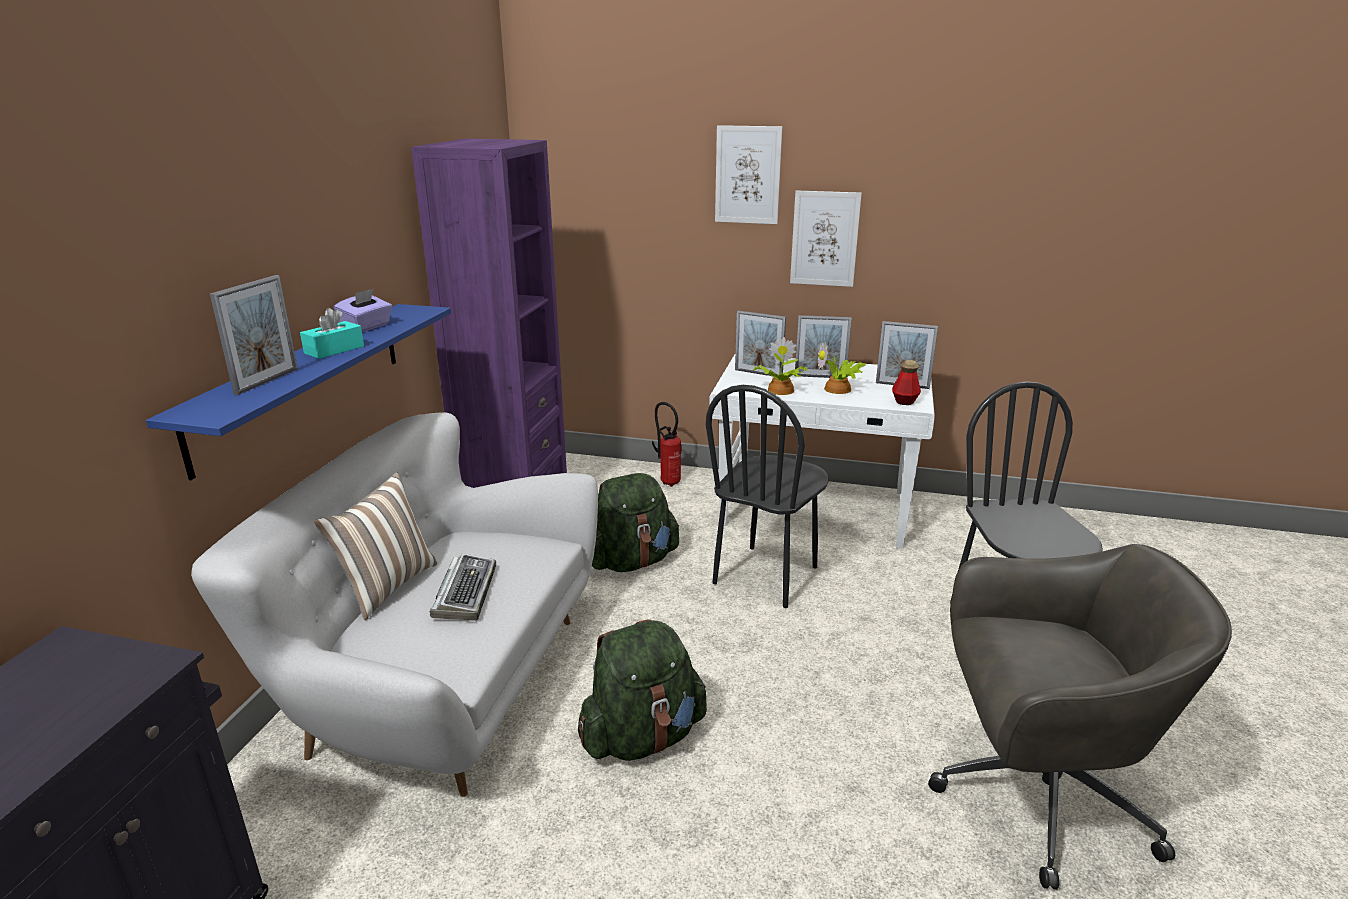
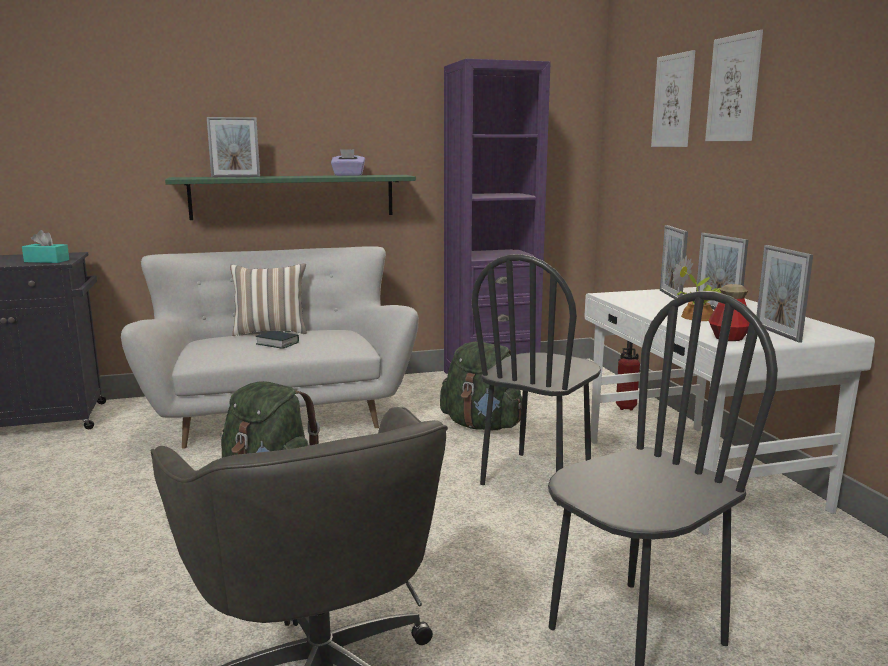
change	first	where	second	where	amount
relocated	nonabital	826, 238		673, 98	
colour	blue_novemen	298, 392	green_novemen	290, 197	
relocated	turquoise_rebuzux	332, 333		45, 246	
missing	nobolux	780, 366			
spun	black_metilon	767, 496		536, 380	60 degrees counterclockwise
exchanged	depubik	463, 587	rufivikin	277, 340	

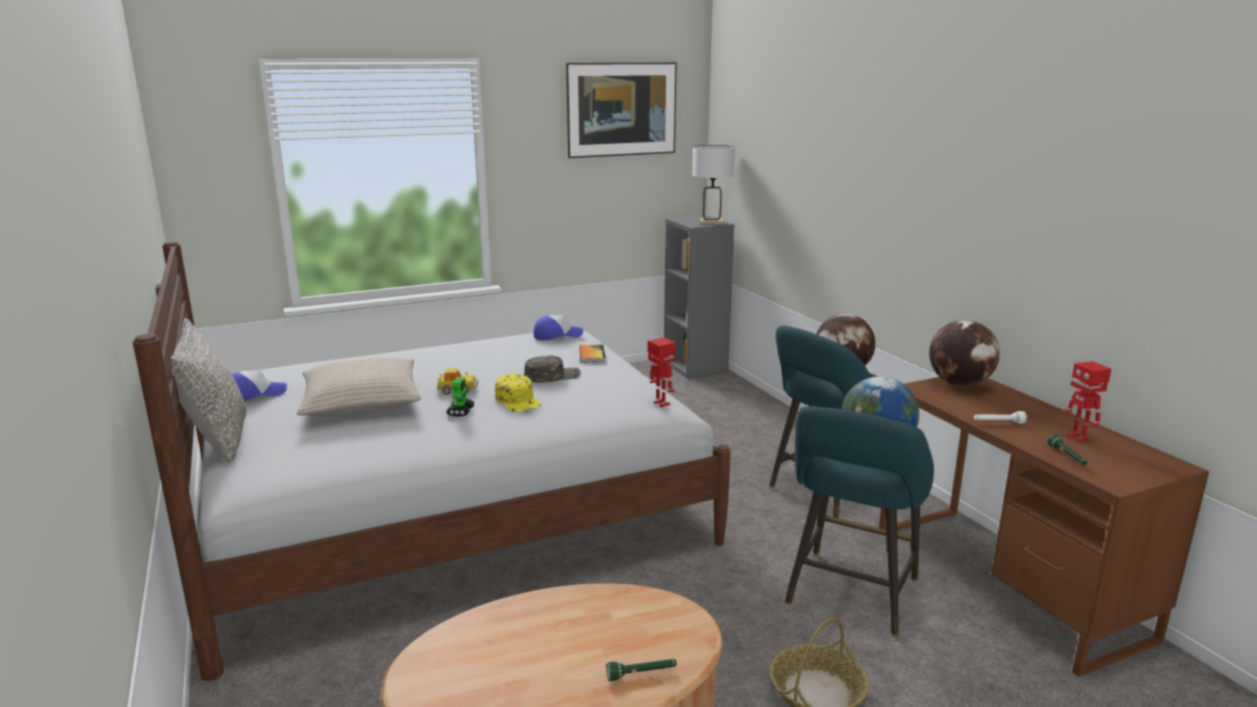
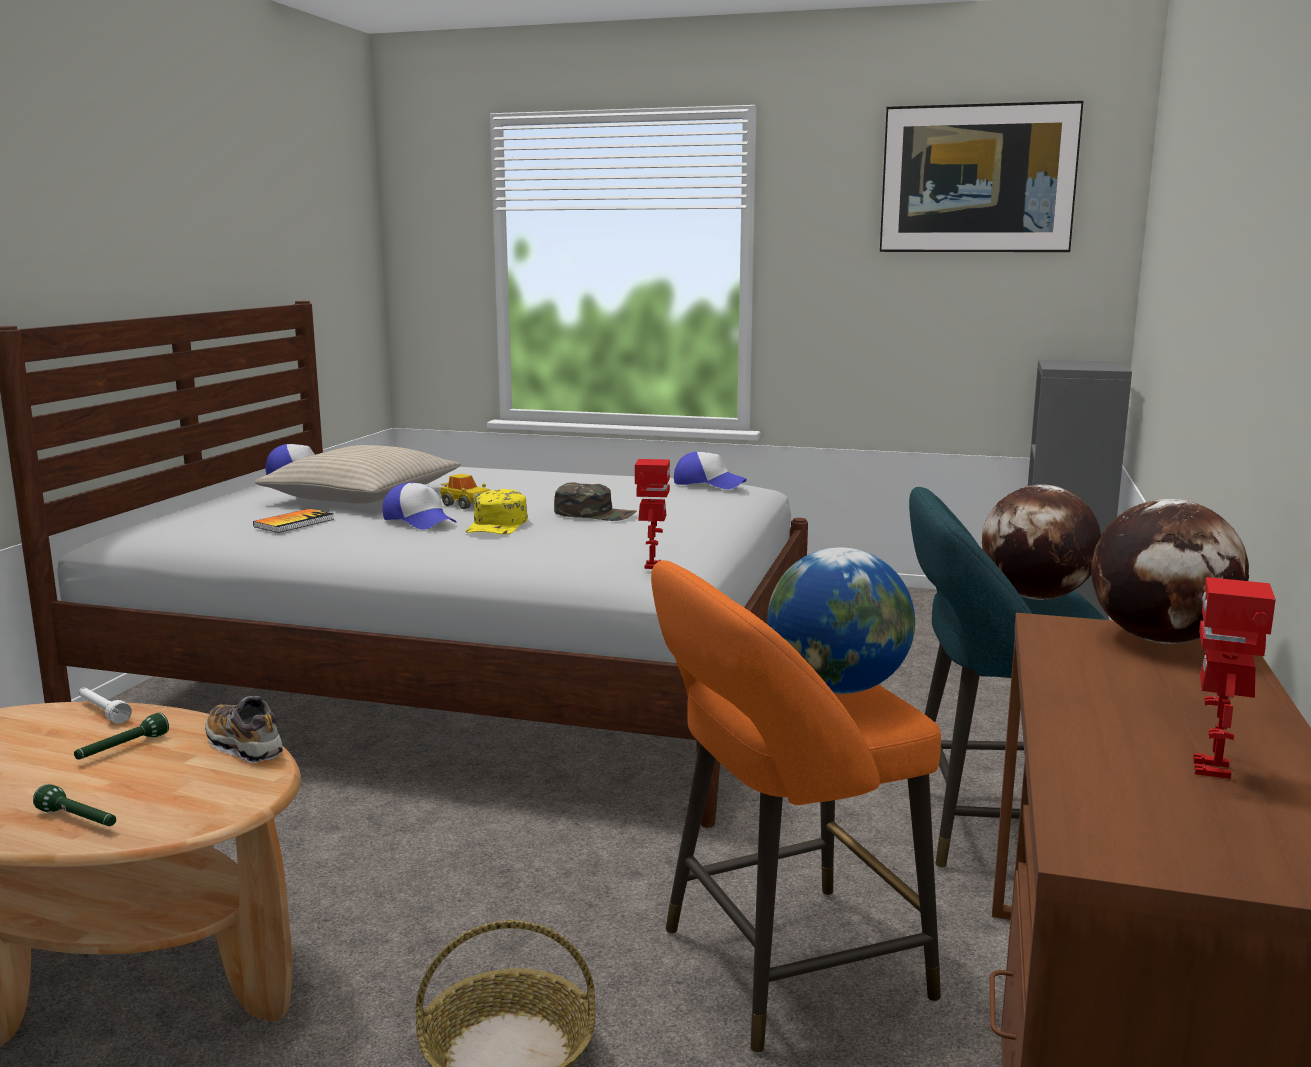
change	first	where	second	where	amount
missing	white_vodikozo	713, 184			
missing	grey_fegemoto	208, 390			
relocated	rufivikin	592, 353		293, 521	
exchanged	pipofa	460, 397	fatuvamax	419, 506	
colour	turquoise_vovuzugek	859, 520	orange_vovuzugek	796, 806	
relocated	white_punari	1000, 417		105, 706	
relocated	green_punari	1067, 449		121, 736	
appeared			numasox	244, 729	

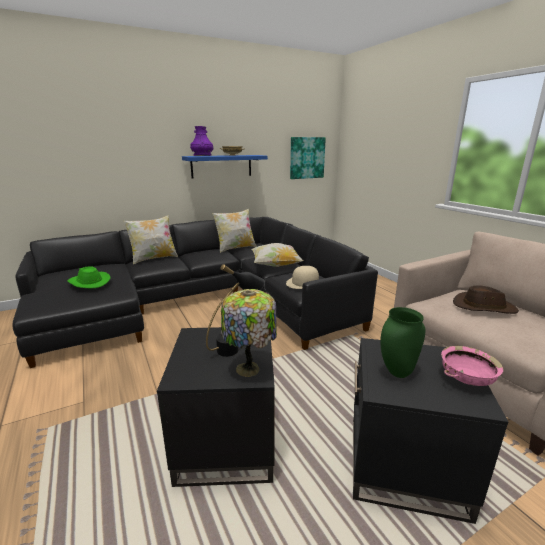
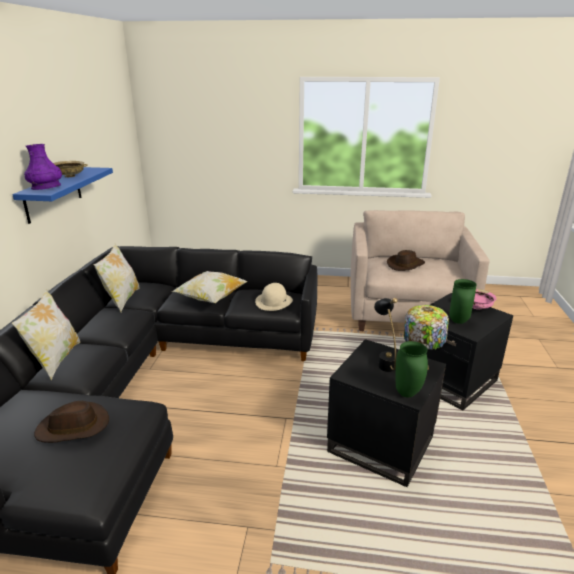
change	first	where	second	where	amount
missing	nonabital	308, 158			
colour	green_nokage	89, 277	brown_nokage	71, 422	
appeared			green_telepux	412, 369	

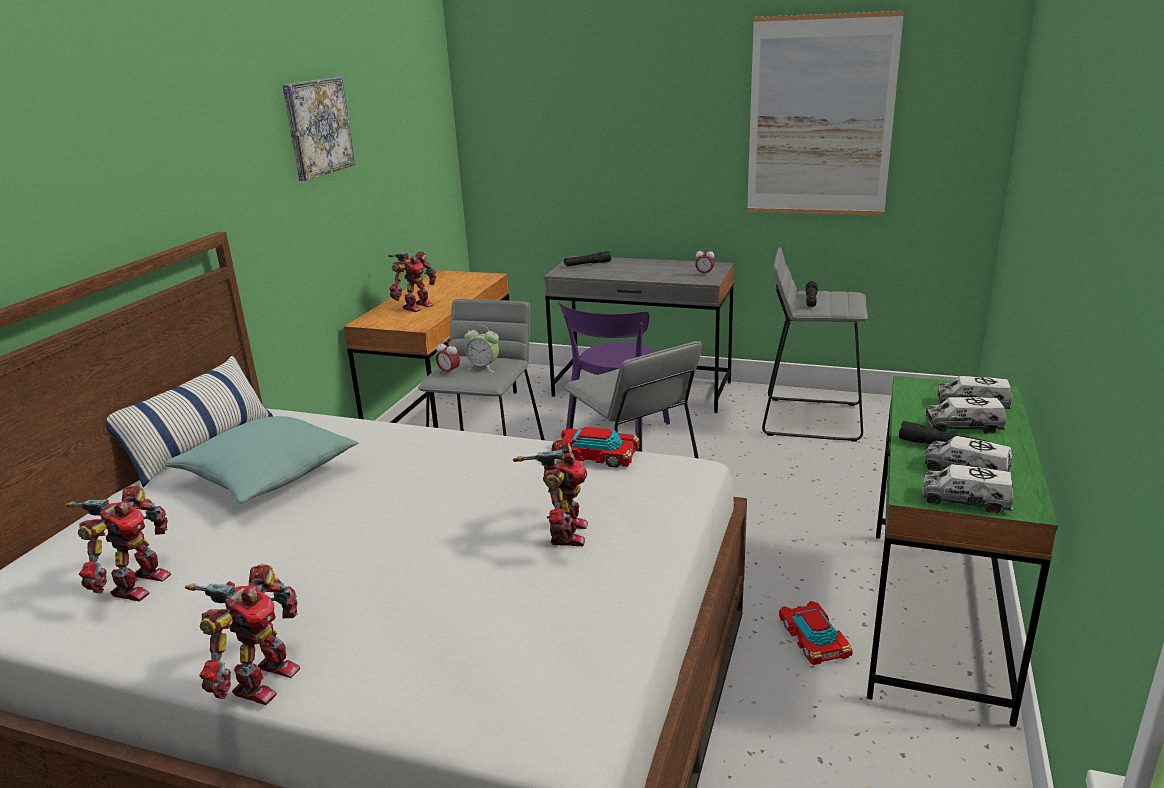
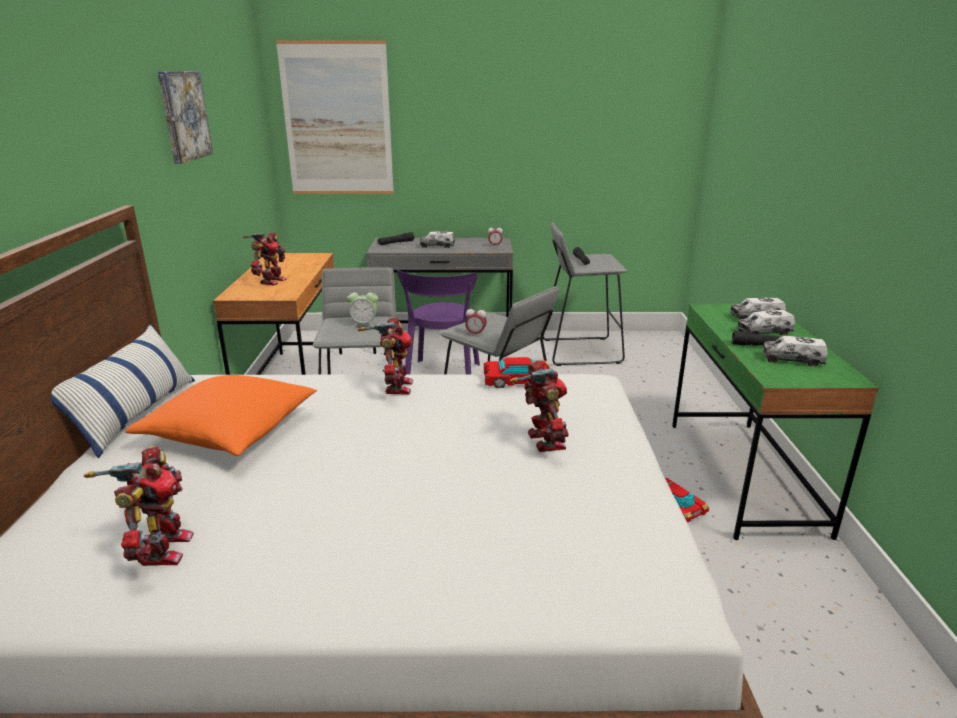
change	first	where	second	where	amount
relocated	nonabital	825, 113		335, 117	
relocated	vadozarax	448, 357		476, 321	
colour	turquoise_fegemoto	262, 459	orange_fegemoto	221, 415	
relocated	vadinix	968, 488		437, 240	
relocated	pipofa	242, 634		385, 356	

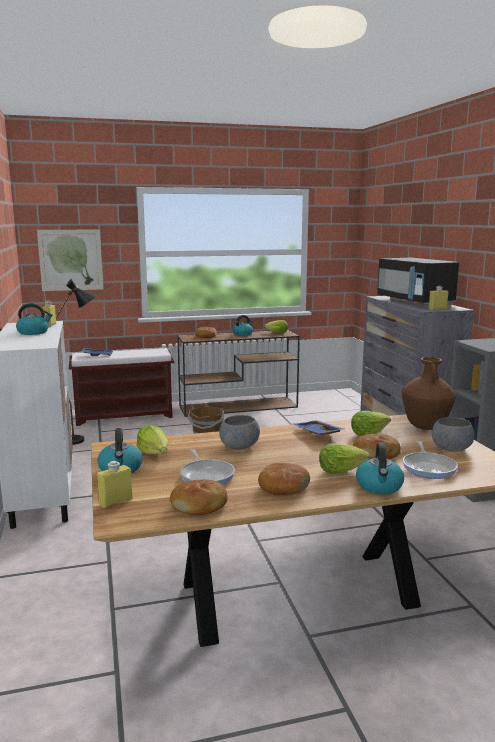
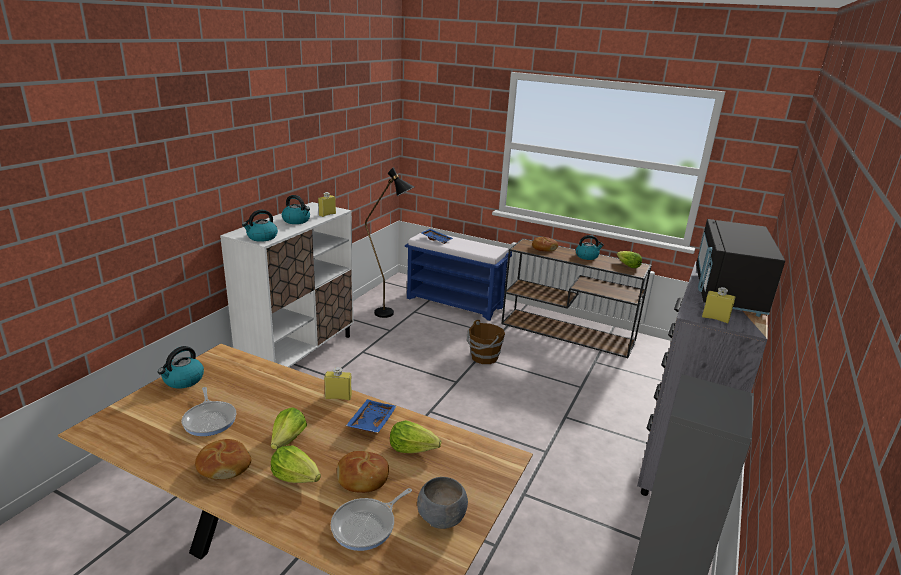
change	first	where	second	where	amount
missing	nonabital	70, 260			
colour	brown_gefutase	122, 387	blue_gefutase	458, 277	
missing	brown_telepux	428, 393			
missing	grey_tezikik	239, 432			
relocated	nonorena	153, 440		289, 428	
relocated	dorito	380, 468		260, 226	
spun	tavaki	207, 467		209, 411	45 degrees counterclockwise
relocated	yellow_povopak	115, 484		338, 383	
missing	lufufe	199, 497			

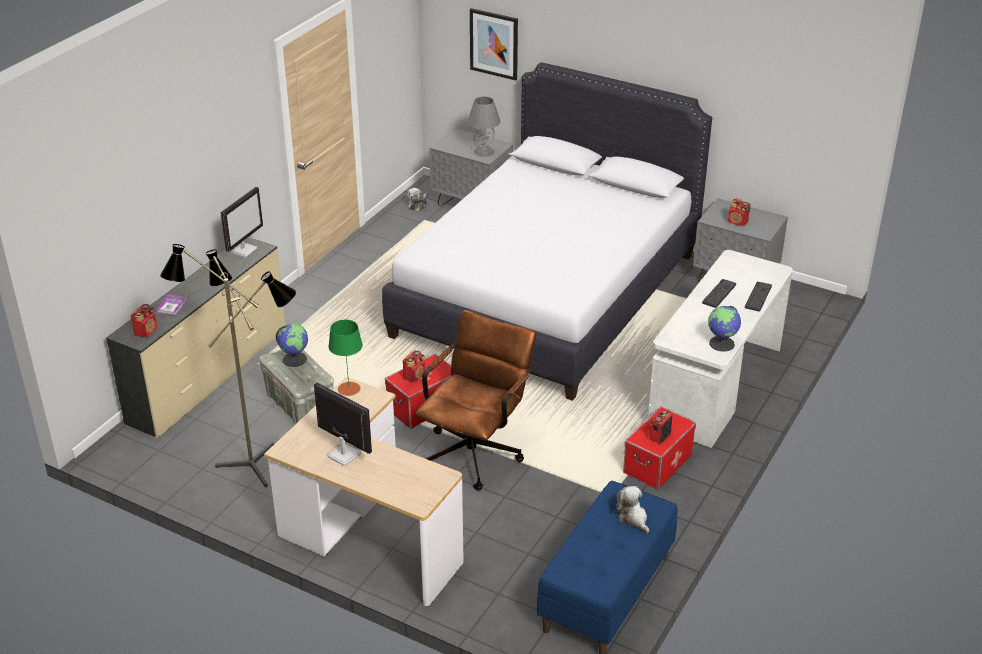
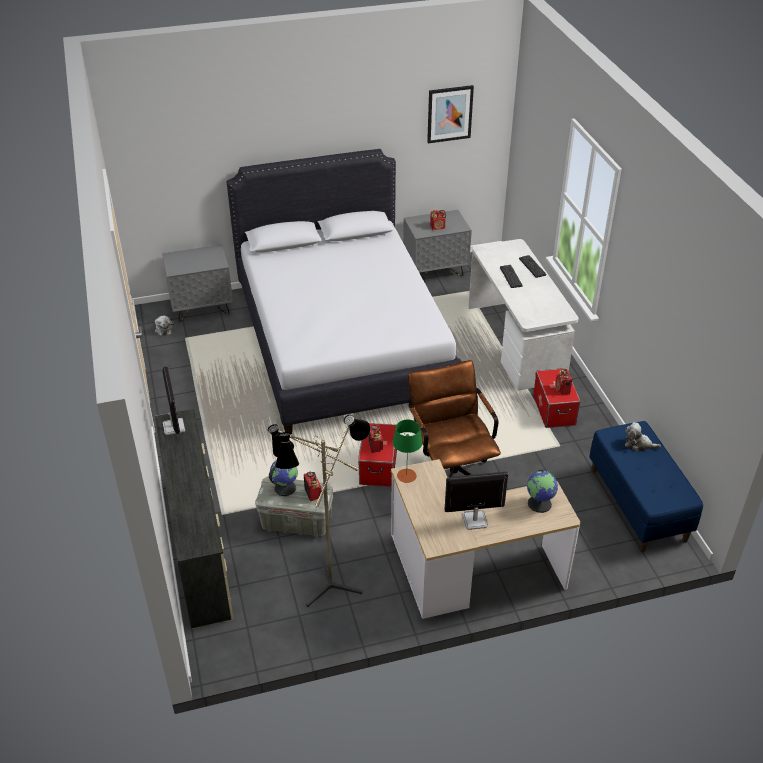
change	first	where	second	where	amount
relocated	nonabital	494, 44		450, 114	
missing	grey_vodikozo	483, 126			
missing	rufivikin	171, 305			
relocated	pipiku	144, 320		312, 486	
relocated	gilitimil	724, 329		542, 491	

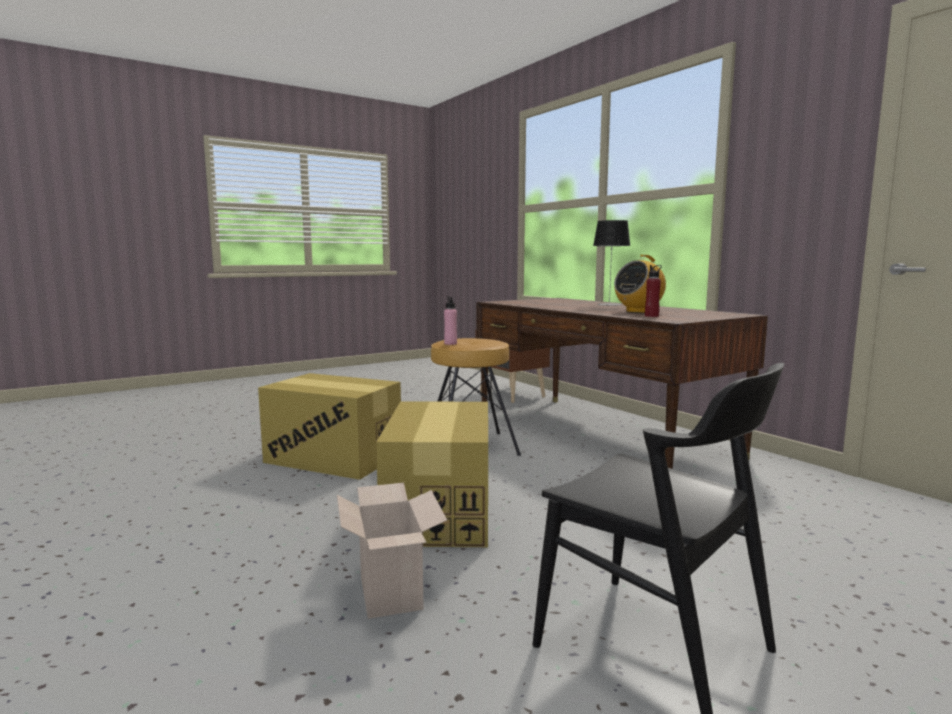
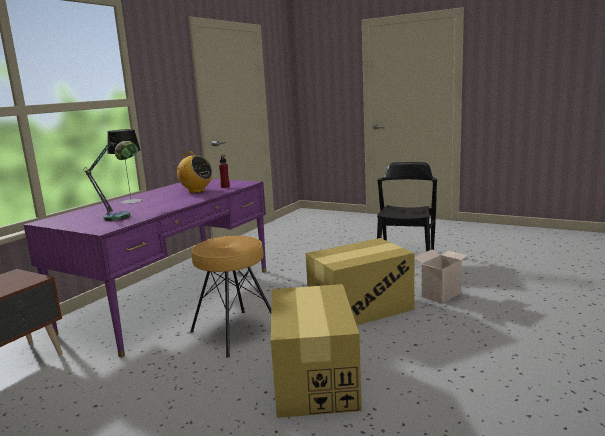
change	first	where	second	where	amount
missing	pink_povopak	450, 320			
colour	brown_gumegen	622, 383	purple_gumegen	145, 268	
appeared			vodikozo	111, 179	

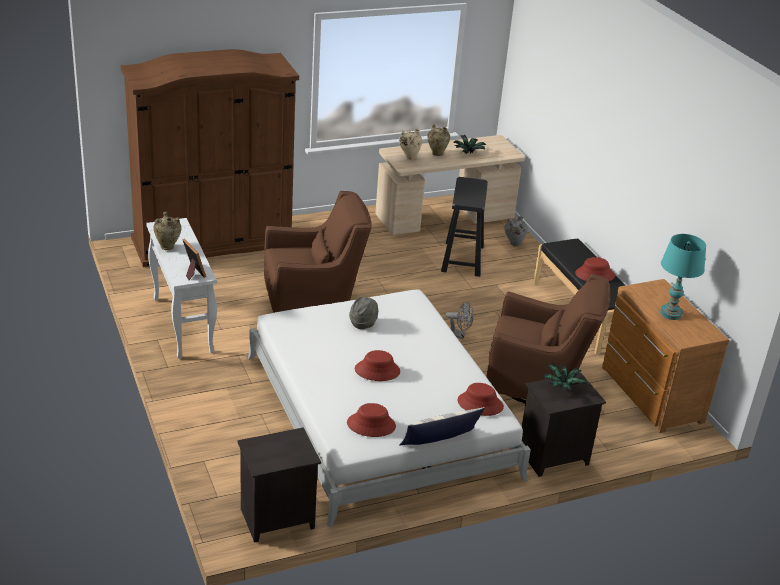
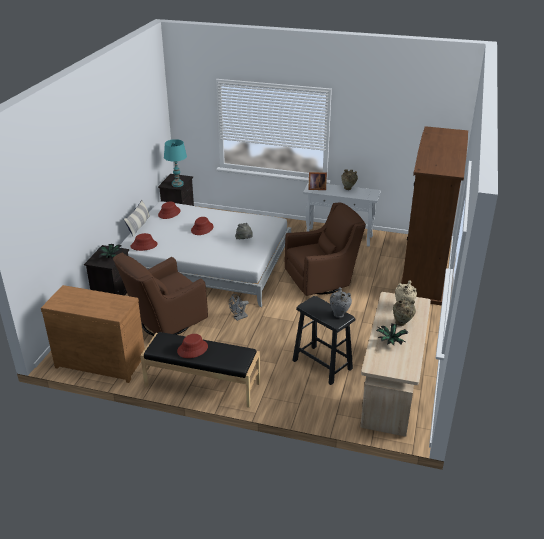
change	first	where	second	where	amount
spun	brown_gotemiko	318, 252		325, 249	135 degrees counterclockwise
relocated	grey_telepux	516, 231		341, 302	
relocated	turquoise_vodikozo	683, 277		175, 163	

